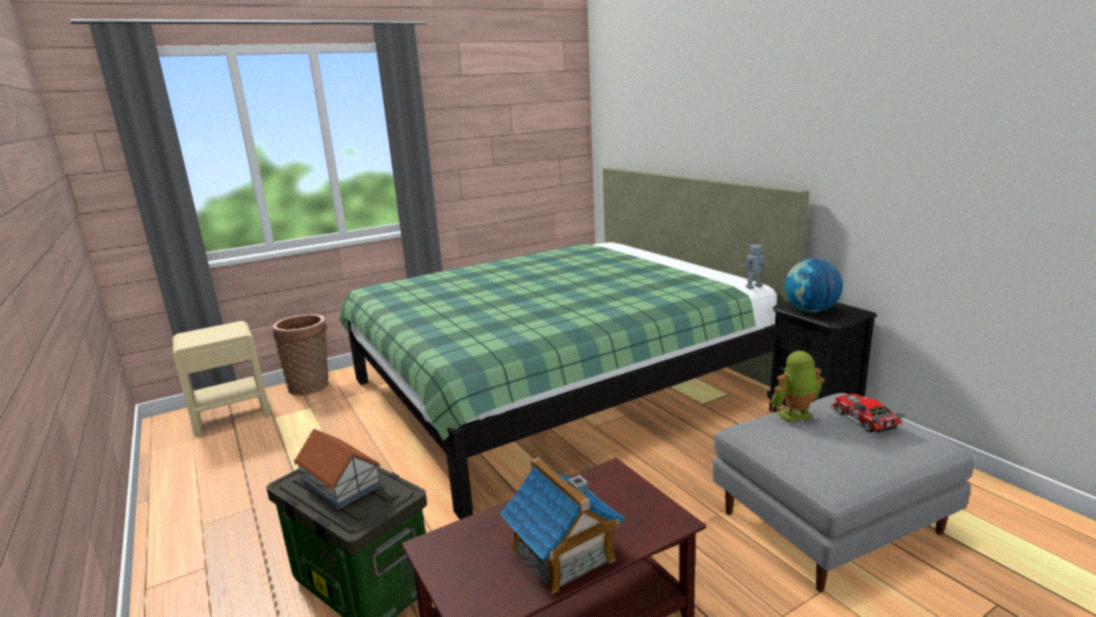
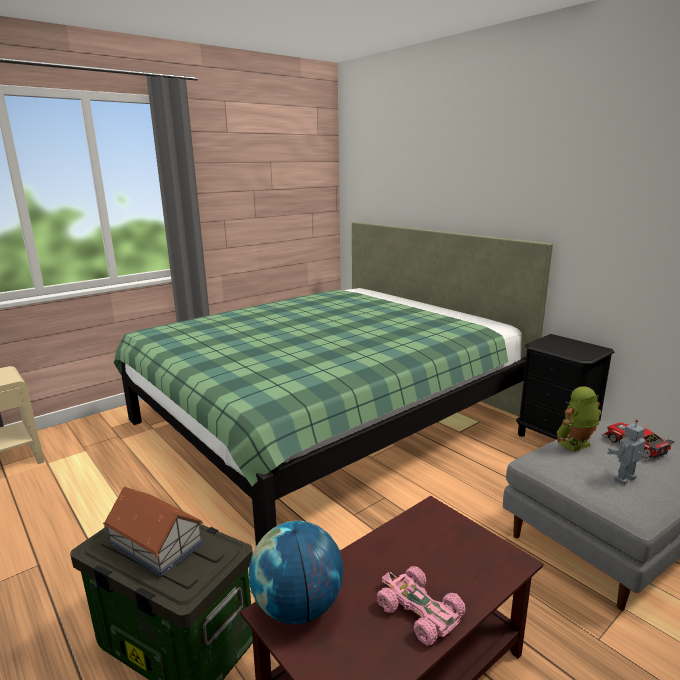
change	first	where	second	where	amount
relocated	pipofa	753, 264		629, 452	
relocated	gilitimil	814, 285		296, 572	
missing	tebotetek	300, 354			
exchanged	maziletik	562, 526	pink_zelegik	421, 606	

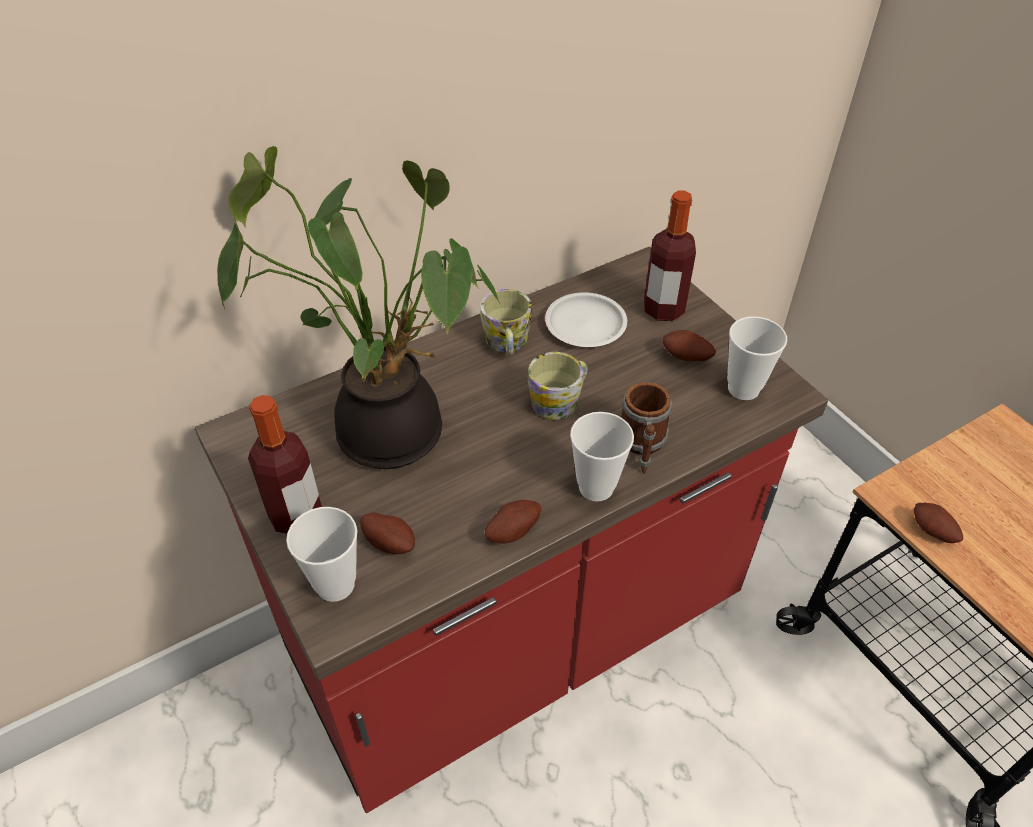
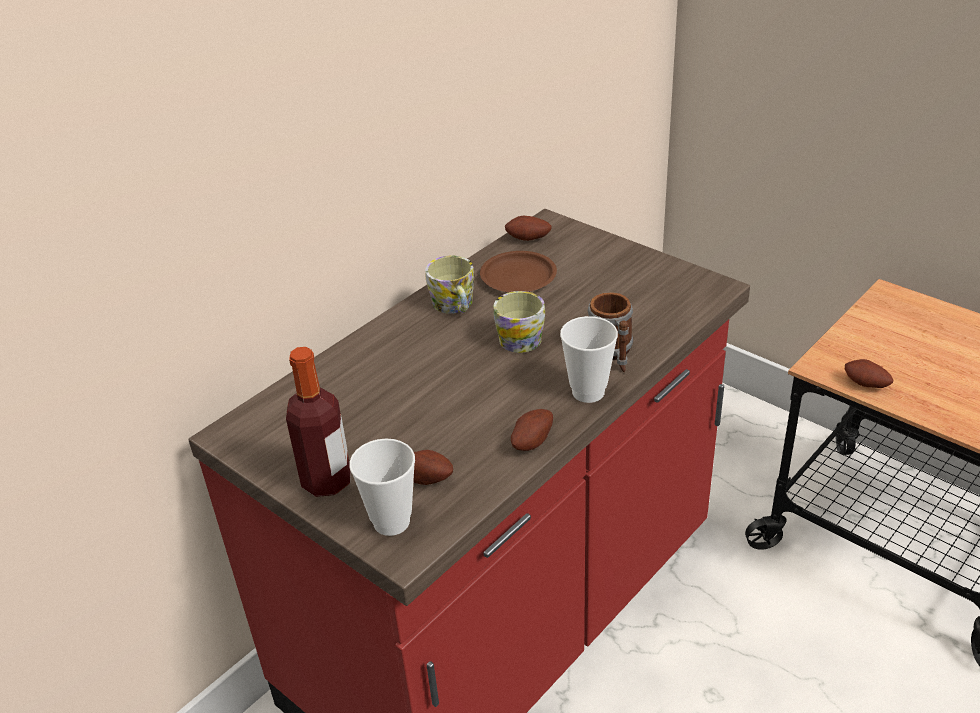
change	first	where	second	where	amount
missing	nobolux	359, 307			
missing	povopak	670, 255			
colour	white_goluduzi	586, 319	brown_goluduzi	518, 271	
missing	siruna	757, 358			
relocated	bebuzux	689, 345		528, 228	

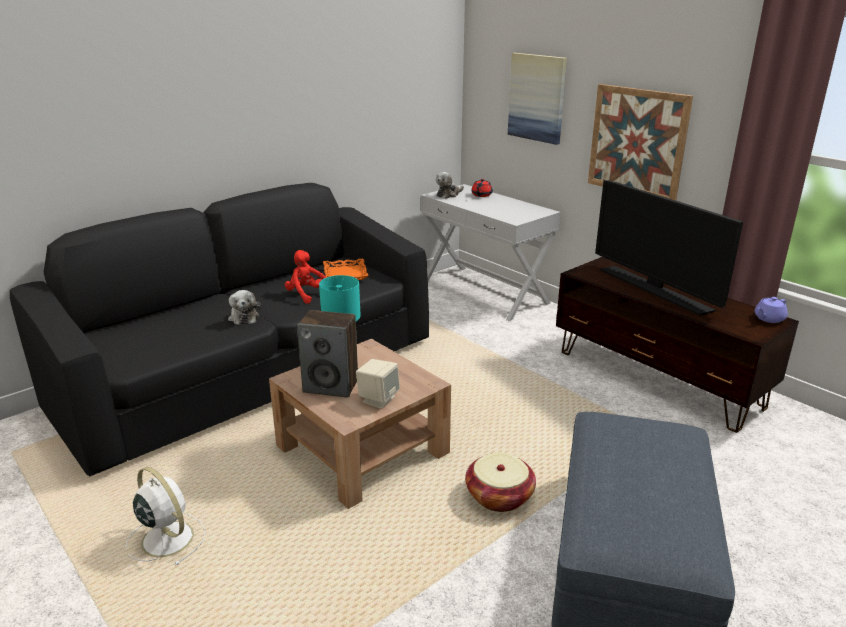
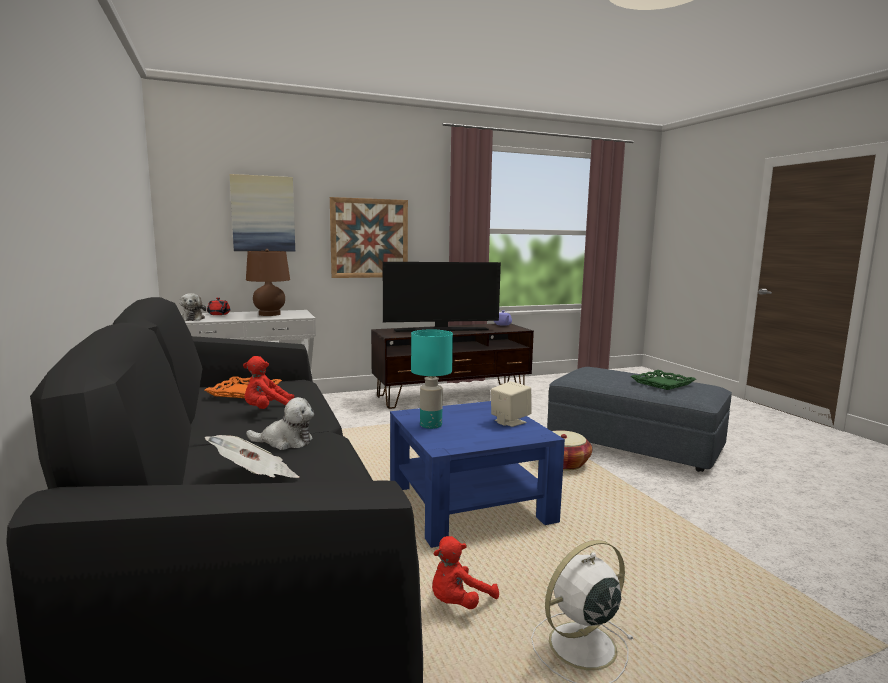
change	first	where	second	where	amount
missing	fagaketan	327, 354			
colour	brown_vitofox	360, 424	blue_vitofox	477, 474	
appeared			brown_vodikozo	268, 282	
appeared			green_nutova	663, 380	
appeared			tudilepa	252, 456	
appeared			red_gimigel	465, 572	

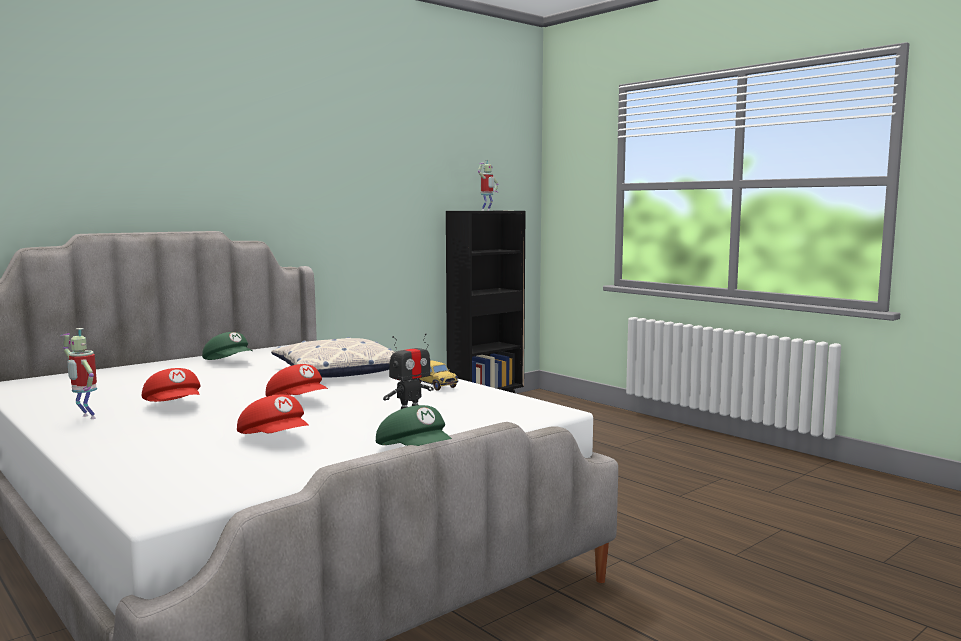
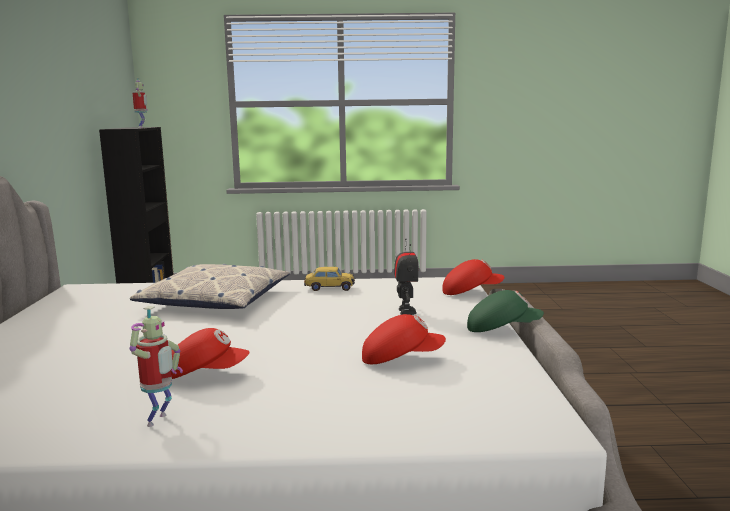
change	first	where	second	where	amount
spun	pipofa	78, 373		156, 366	60 degrees counterclockwise
missing	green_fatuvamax	227, 346			
relocated	red_fatuvamax	297, 380		473, 277	

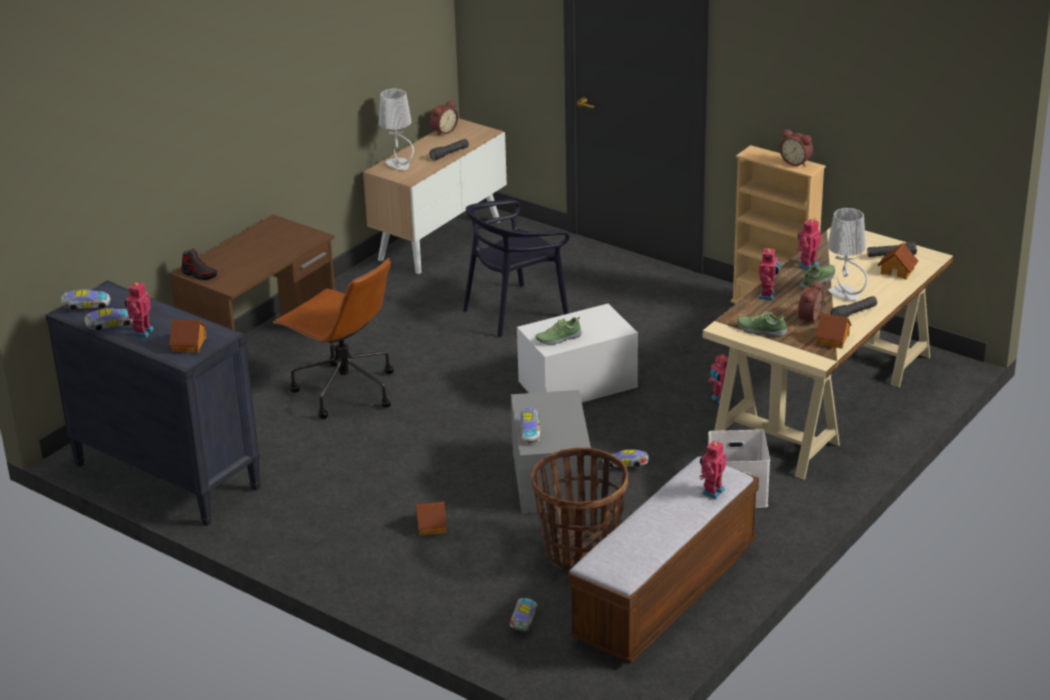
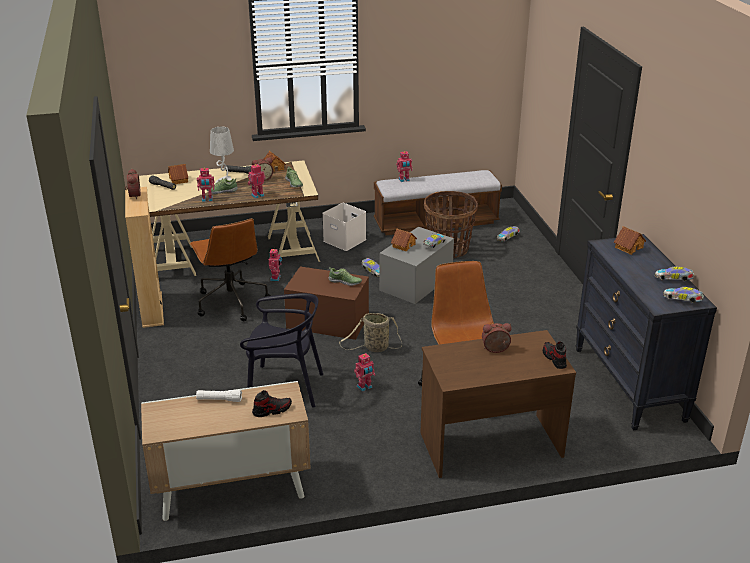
change	first	where	second	where	amount
exchanged	grey_vodikozo	396, 129	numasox	272, 403	
relocated	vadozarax	444, 118		497, 338	
colour	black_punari	449, 149	white_punari	219, 396	
relocated	pipofa	139, 309		364, 372	
colour	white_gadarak	577, 353	brown_gadarak	326, 303	
relocated	maziletik	431, 518		404, 240	
appeared			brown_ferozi	230, 269	
appeared			tebotetek	370, 332	

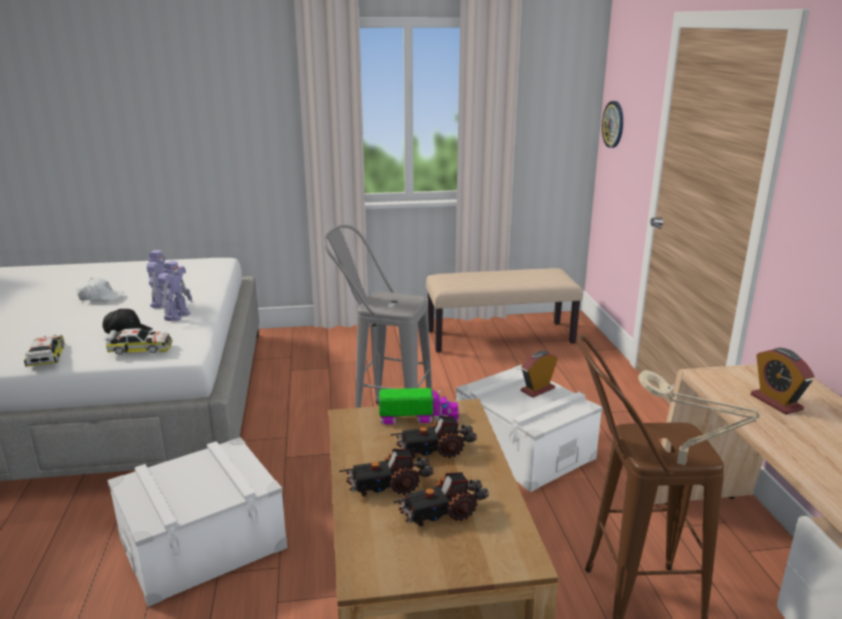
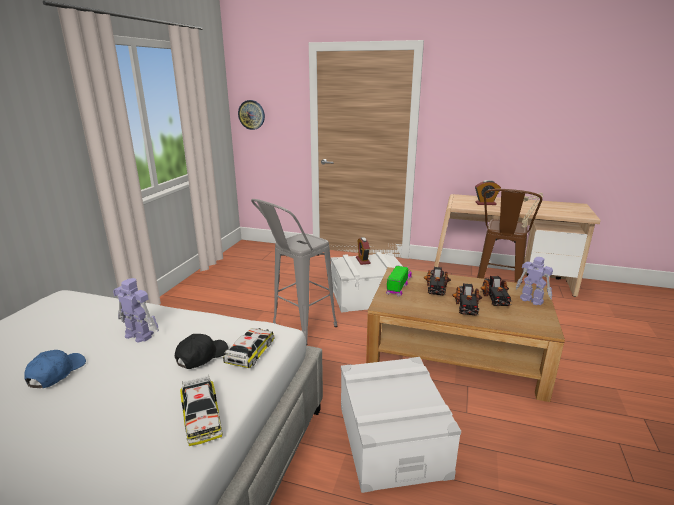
change	first	where	second	where	amount
relocated	pipofa	175, 290		534, 281	
missing	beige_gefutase	504, 310			
colour	white_fatuvamax	100, 289	blue_fatuvamax	55, 369	
spun	zelegik	44, 351		201, 411	120 degrees counterclockwise

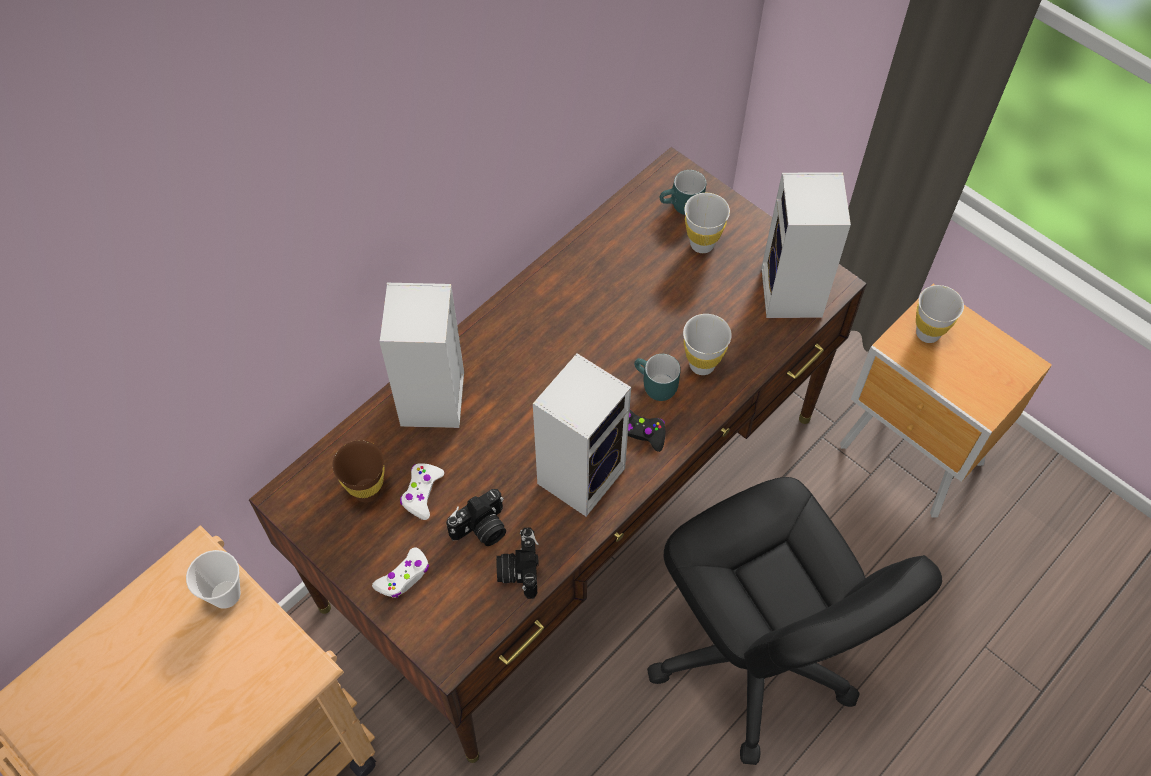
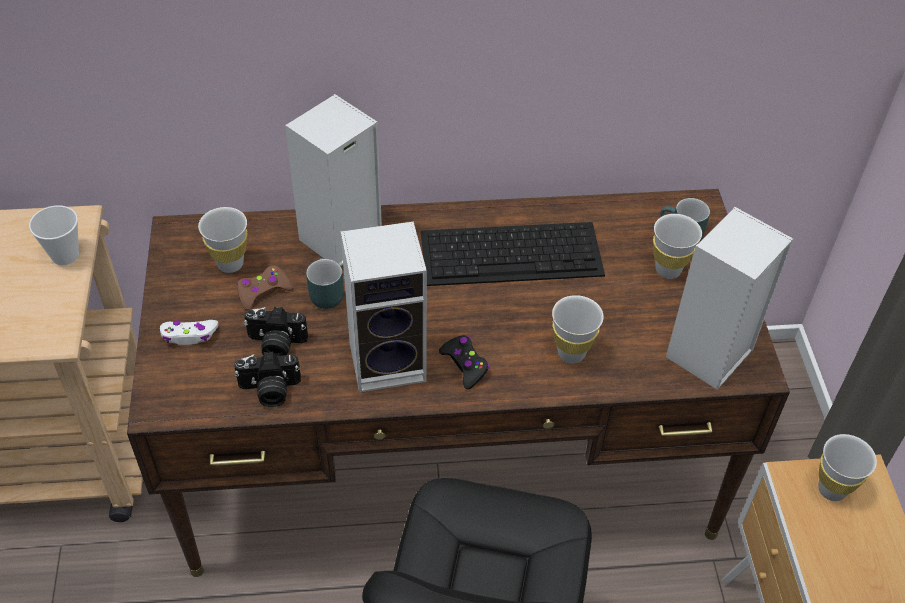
change	first	where	second	where	amount
relocated	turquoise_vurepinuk	657, 377		325, 283	
colour	brown_siruna	358, 471	white_siruna	222, 240	
colour	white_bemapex	422, 491	brown_bemapex	265, 287	
spun	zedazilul	517, 563		267, 379	135 degrees counterclockwise
appeared			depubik	513, 254	

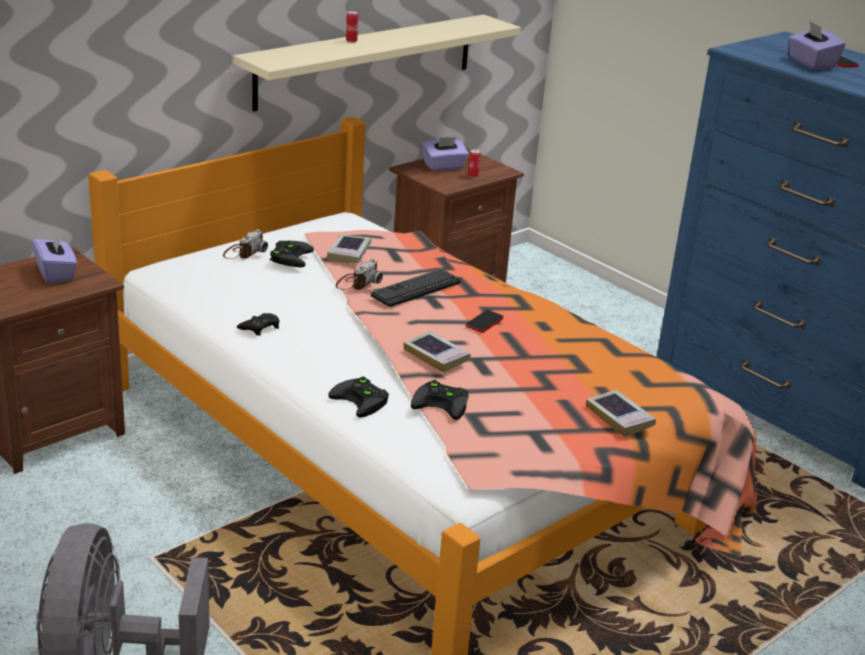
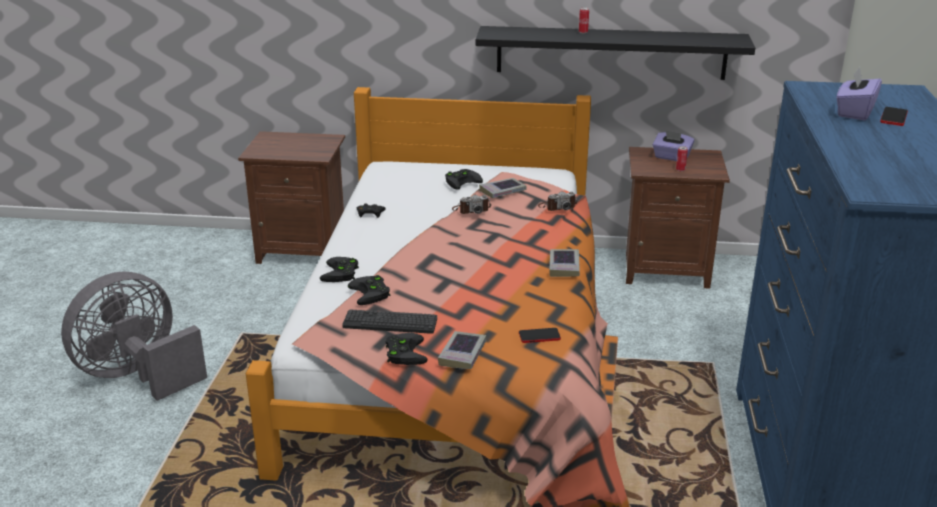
change	first	where	second	where	amount
colour	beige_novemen	377, 63	black_novemen	615, 53	
relocated	zedazilul	245, 244		557, 201	
missing	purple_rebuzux	54, 257			
relocated	depubik	416, 288		389, 321	
relocated	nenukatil	485, 321		540, 335	
relocated	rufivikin	437, 352		564, 263	
appeared			black_bemapex	406, 349	

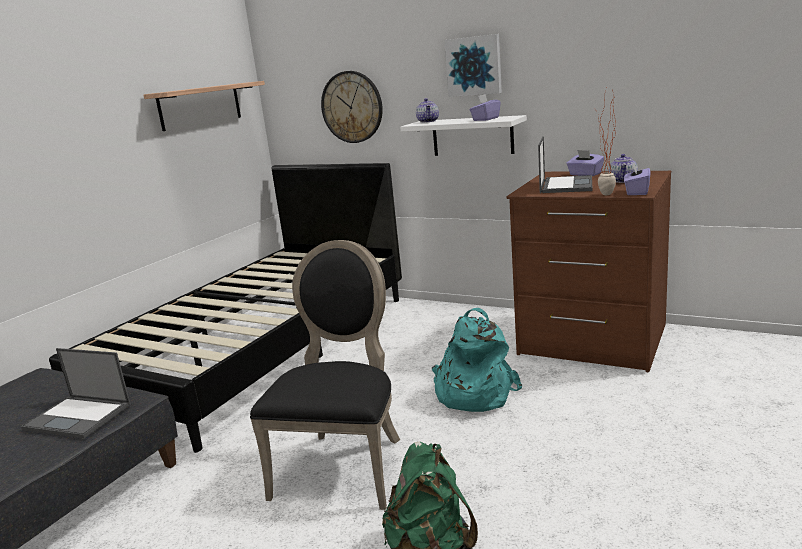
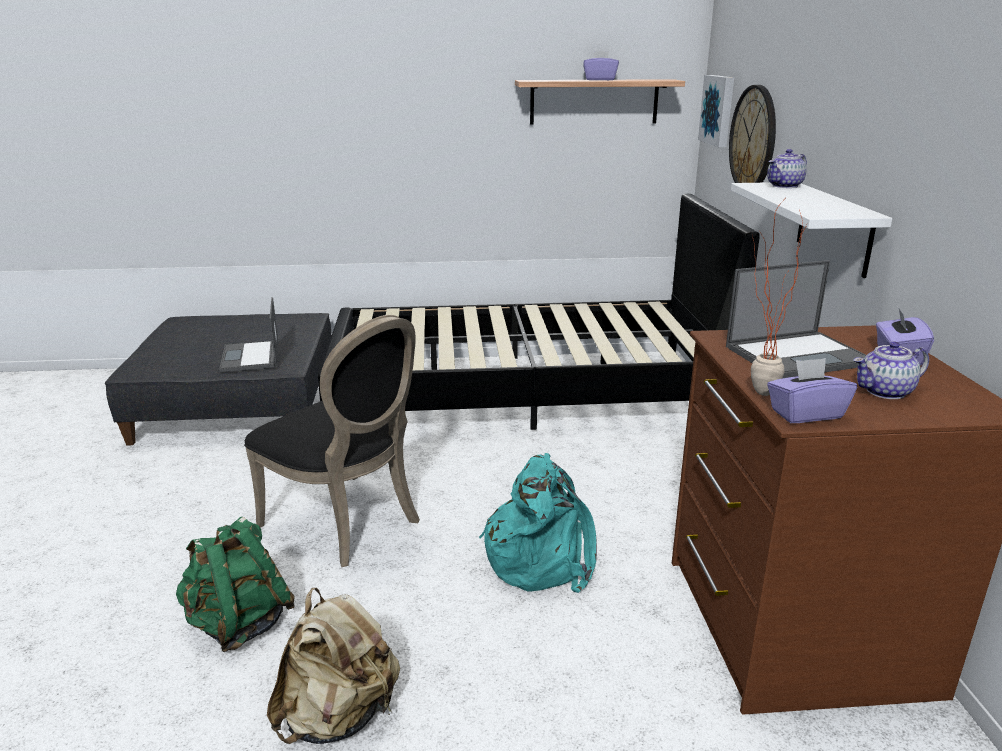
change	first	where	second	where	amount
relocated	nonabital	473, 65		716, 111	
relocated	purple_rebuzux	485, 107		601, 65	
spun	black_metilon	325, 375		332, 441	60 degrees clockwise
appeared			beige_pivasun	333, 666	

